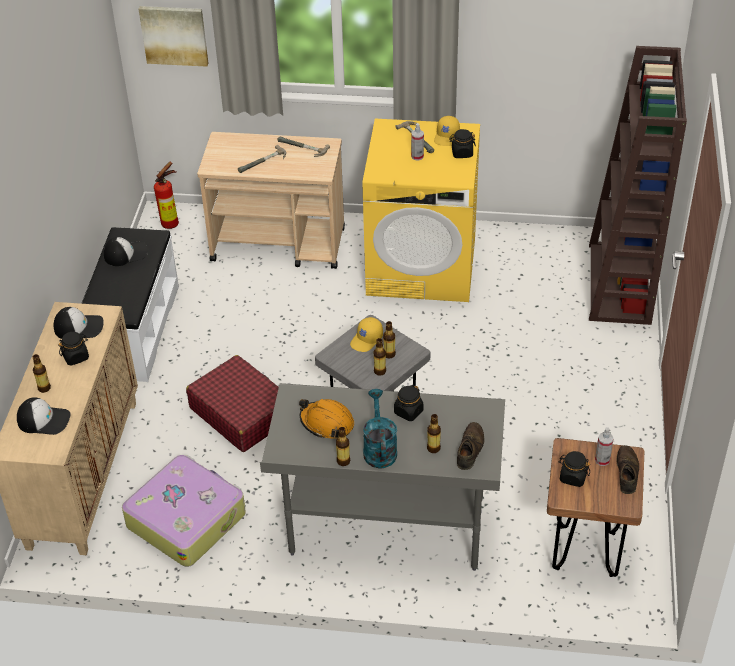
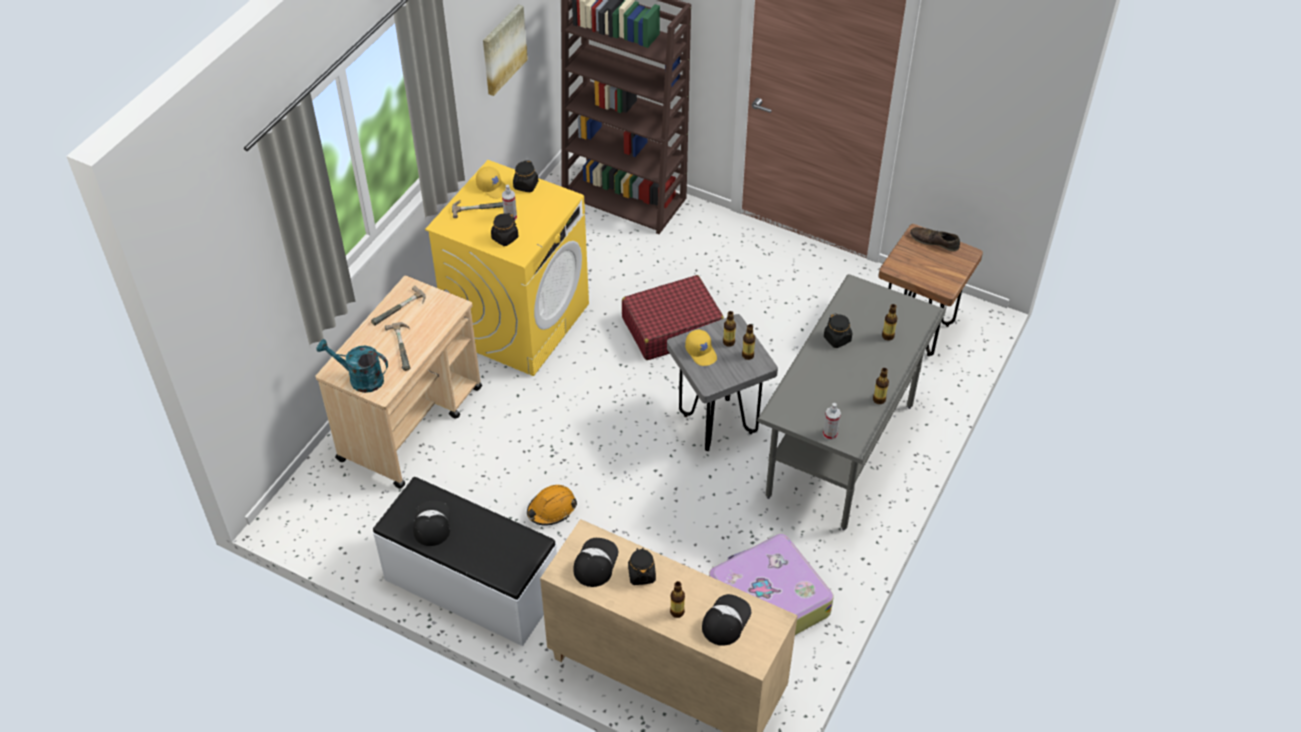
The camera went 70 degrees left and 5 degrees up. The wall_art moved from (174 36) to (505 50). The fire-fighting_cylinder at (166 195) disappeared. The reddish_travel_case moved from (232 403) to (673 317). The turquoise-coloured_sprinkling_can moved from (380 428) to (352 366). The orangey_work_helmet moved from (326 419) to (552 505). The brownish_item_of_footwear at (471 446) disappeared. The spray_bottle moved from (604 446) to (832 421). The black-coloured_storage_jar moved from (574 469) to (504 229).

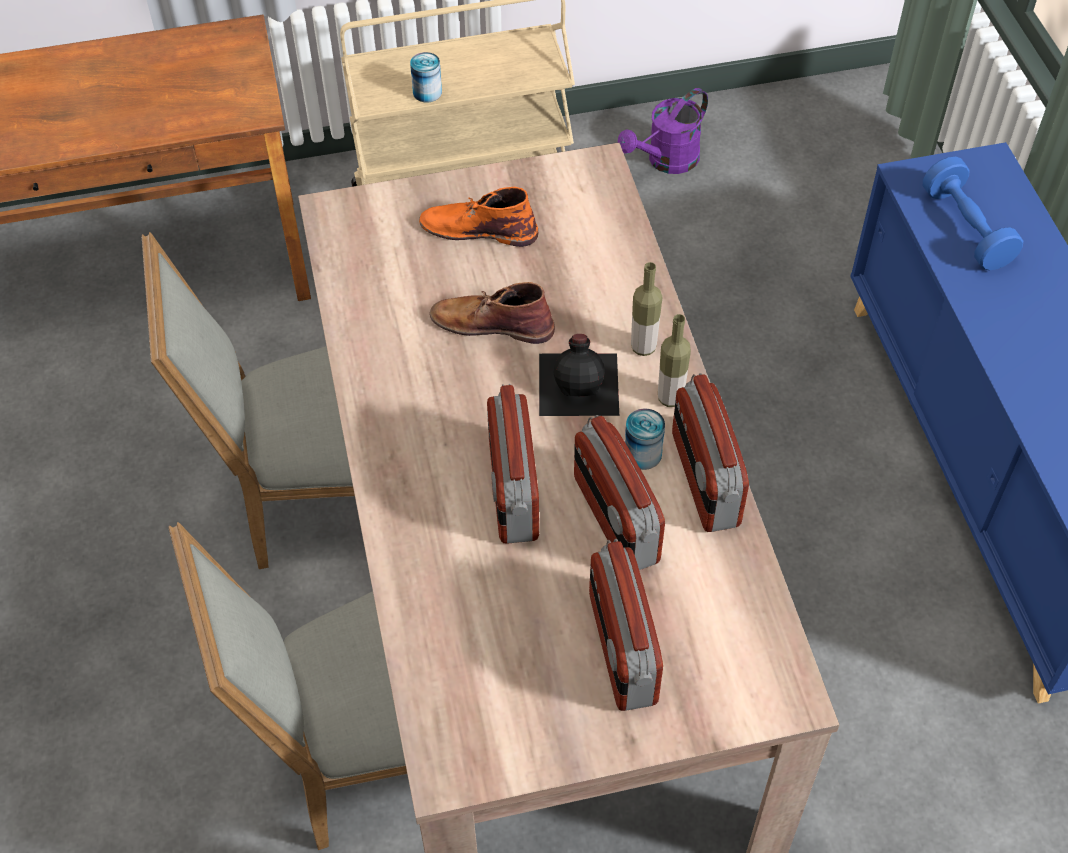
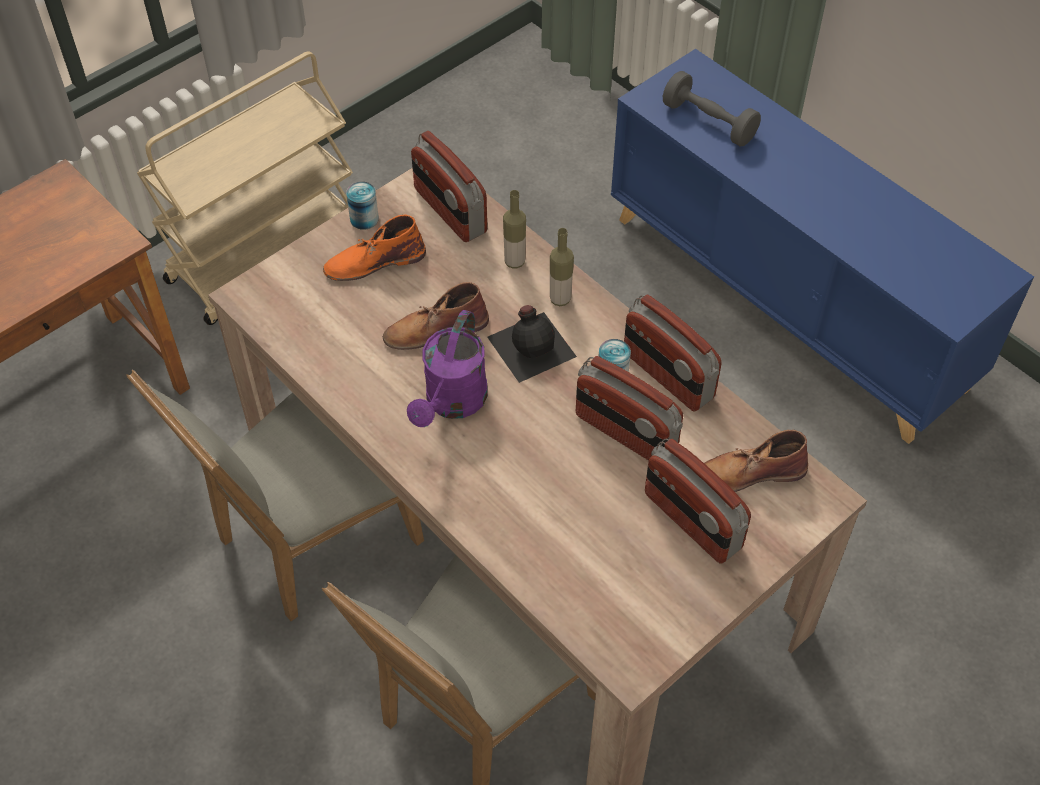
The camera went 30 degrees left and 0 degrees up. The can moved from (426 77) to (362 206). The purple-coloured_sprinkling_can moved from (663 131) to (447 368). The blue_hand_weight at (973 213) became the gray_hand_weight at (712 108). The drink_bottle moved from (674 360) to (514 229). The radio_set moved from (513 464) to (449 186). The brownish_high-top_boot at (756 461) appeared.

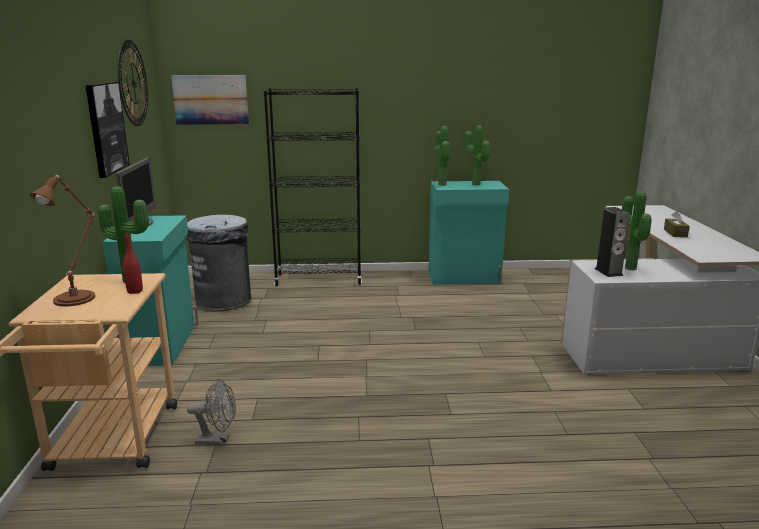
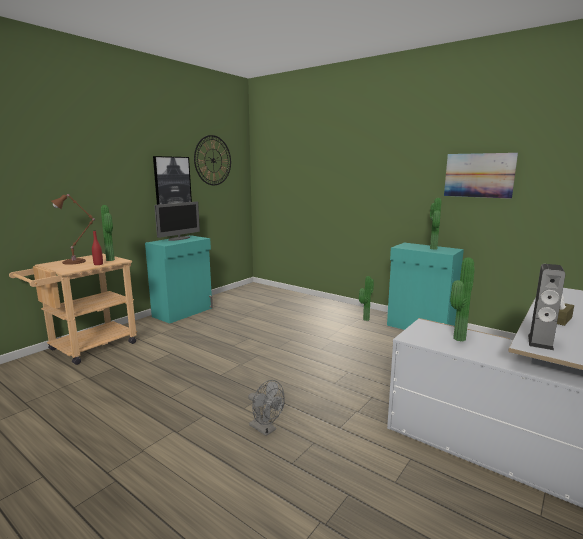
The camera went 40 degrees right and 5 degrees down. The wall_art moved from (210 100) to (481 176). The black-coloured_shelving_unit at (313 187) disappeared. The plant_in_a_pot moved from (442 156) to (366 298). The loudspeaker moved from (612 242) to (546 307). The gray_waste_bin at (219 263) disappeared. The gray_fan moved from (211 412) to (266 408).

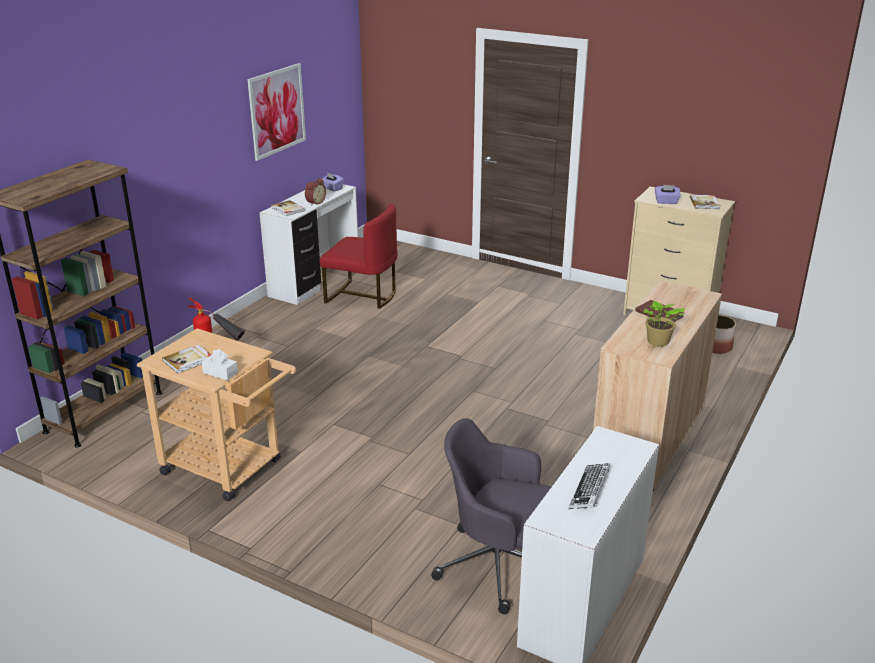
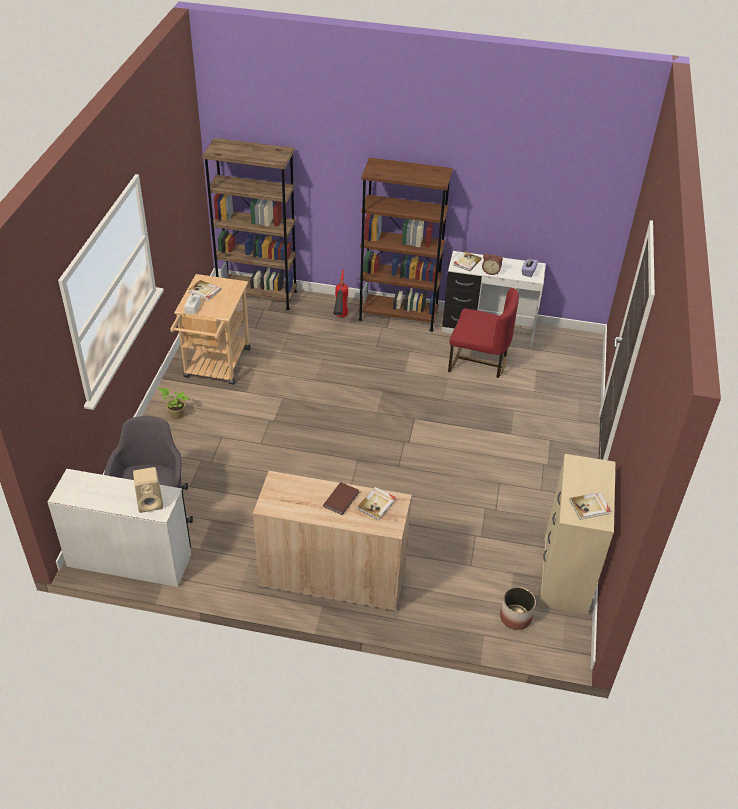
The camera went 70 degrees right and 15 degrees up. The wall_art at (276 112) disappeared. The purple-coloured_box_of_tissues at (668 194) disappeared. The reddish_plain_chair at (358 256) turned 75 degrees counterclockwise. The plant_in_a_pot moved from (664 324) to (173 403). The computer_keyboard at (589 486) disappeared. The brownish_shelving_unit at (405 245) appeared. The sand-coloured_loudspeaker at (148 490) appeared. The bound_book at (376 503) appeared.

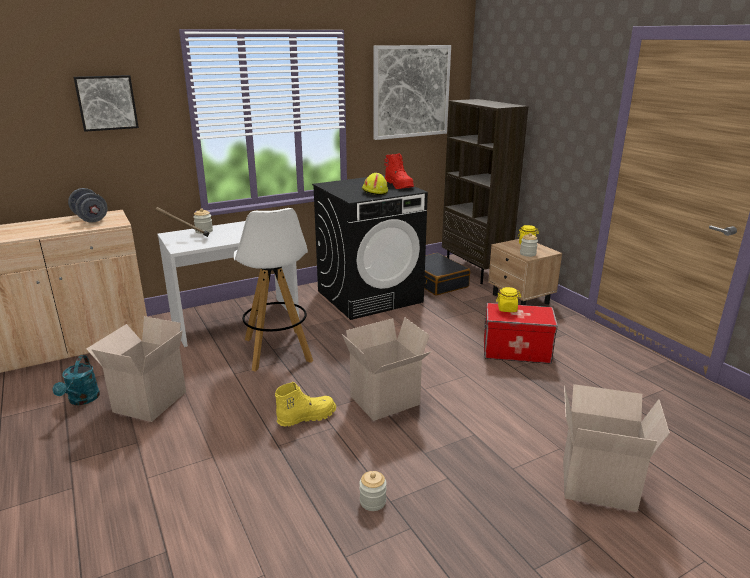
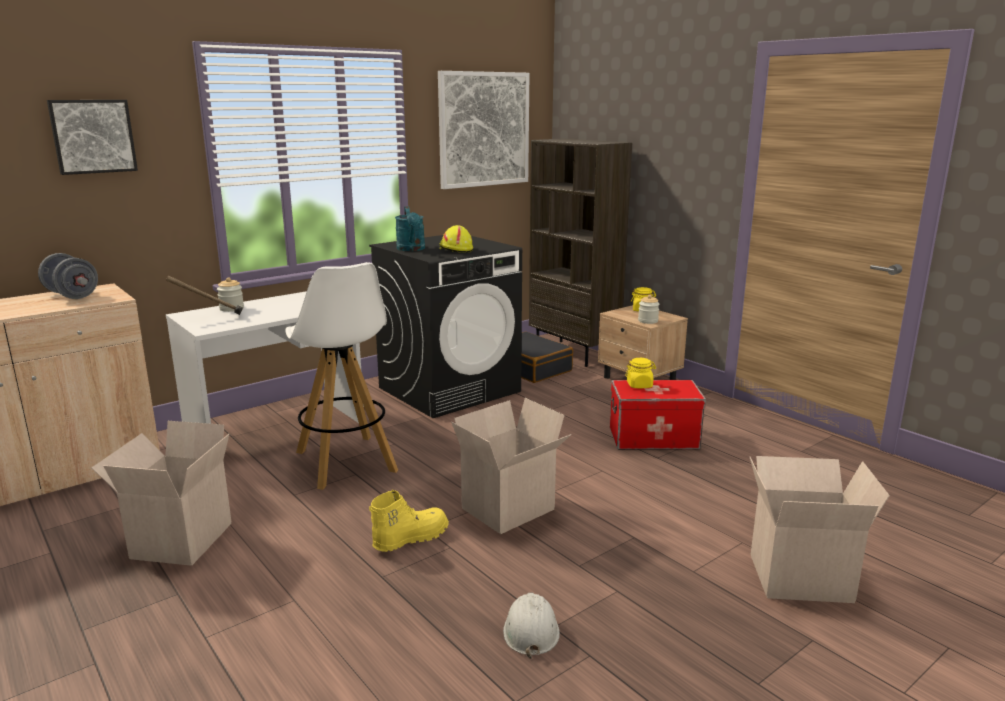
The camera went 10 degrees left and 5 degrees down. The reddish_high-top_boot at (399 171) disappeared. The turquoise-coloured_sprinkling_can moved from (76 380) to (410 228). The storage_jar at (373 491) was replaced by the whitish_work_helmet at (531 625).

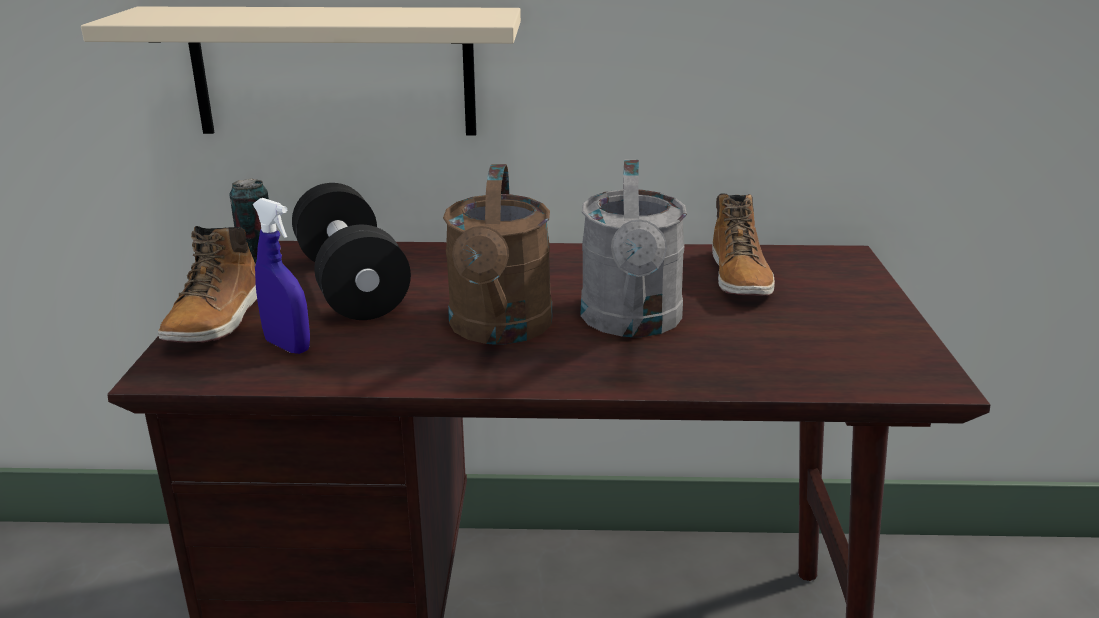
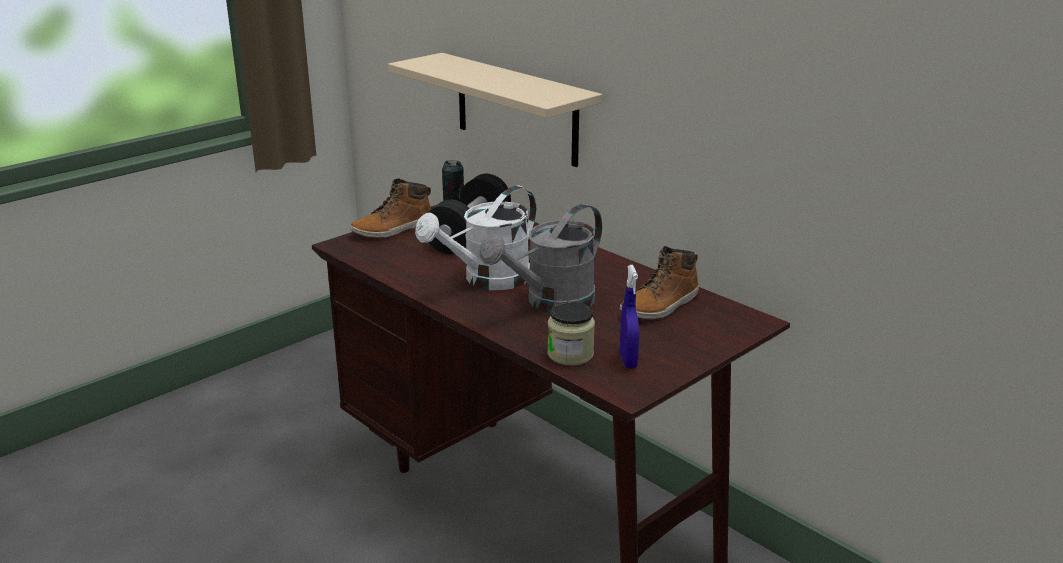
The camera went 45 degrees right and 0 degrees up. The brownish_sprinkling_can at (497 254) became the whitish_sprinkling_can at (475 238). The blue_spray_bottle moved from (281 276) to (629 317). The storage_jar at (571 333) appeared.

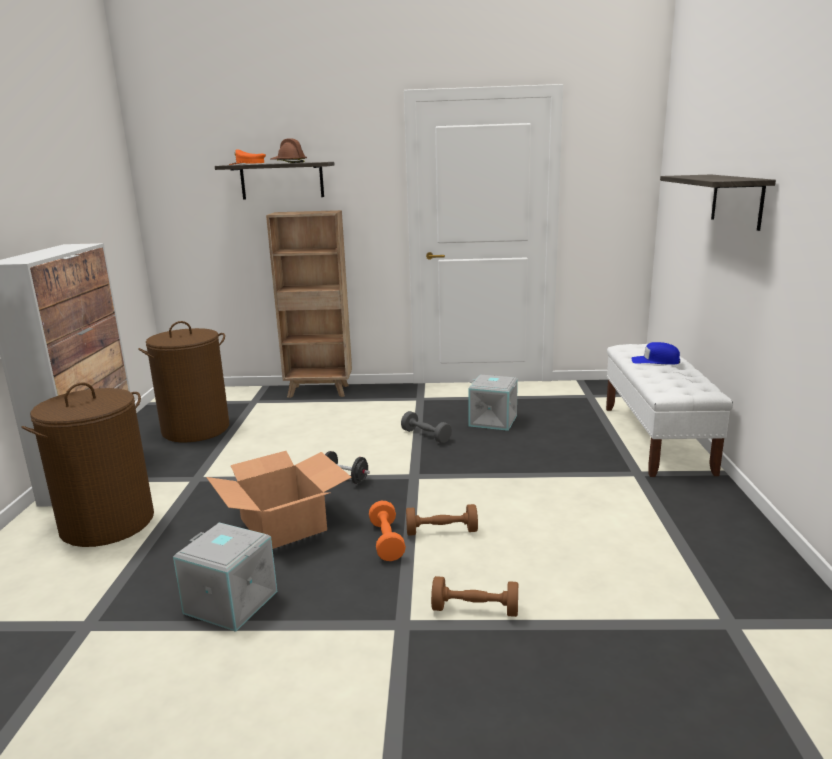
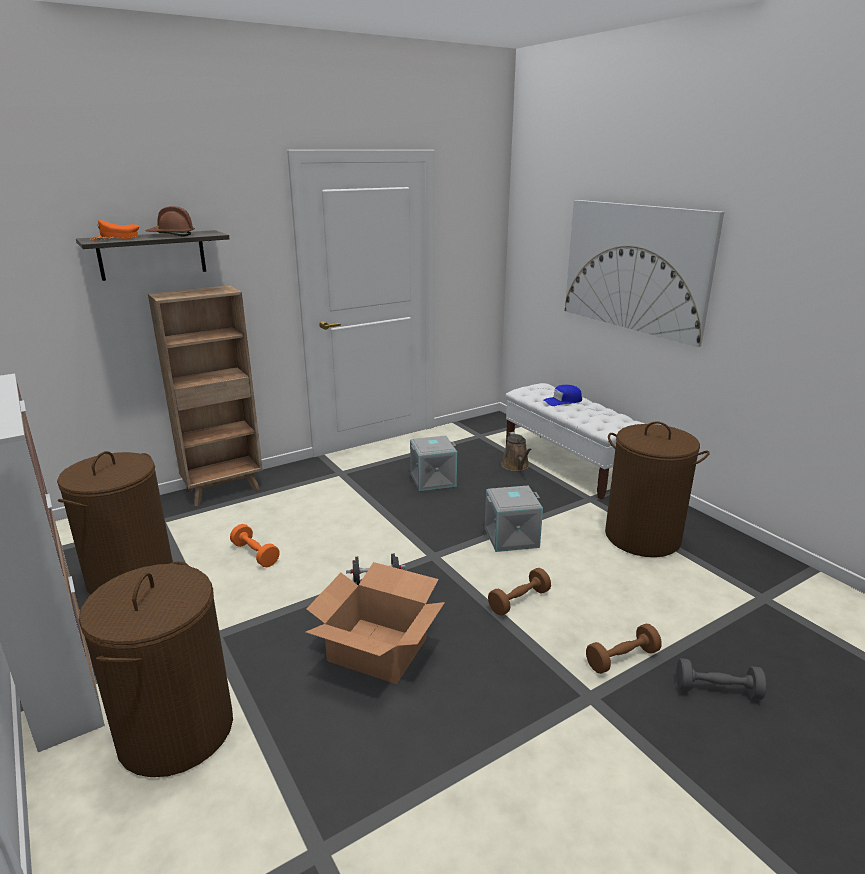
The camera went 35 degrees left and 5 degrees up. The shelf at (718 202) was replaced by the wall_art at (644 273). The gray_hand_weight moved from (426 427) to (721 679). The orangey_hand_weight moved from (387 531) to (255 545). The gray_storage_container moved from (225 577) to (514 519). The brownish_washing_basket at (657 489) appeared. The brownish_sprinkling_can at (516 451) appeared.

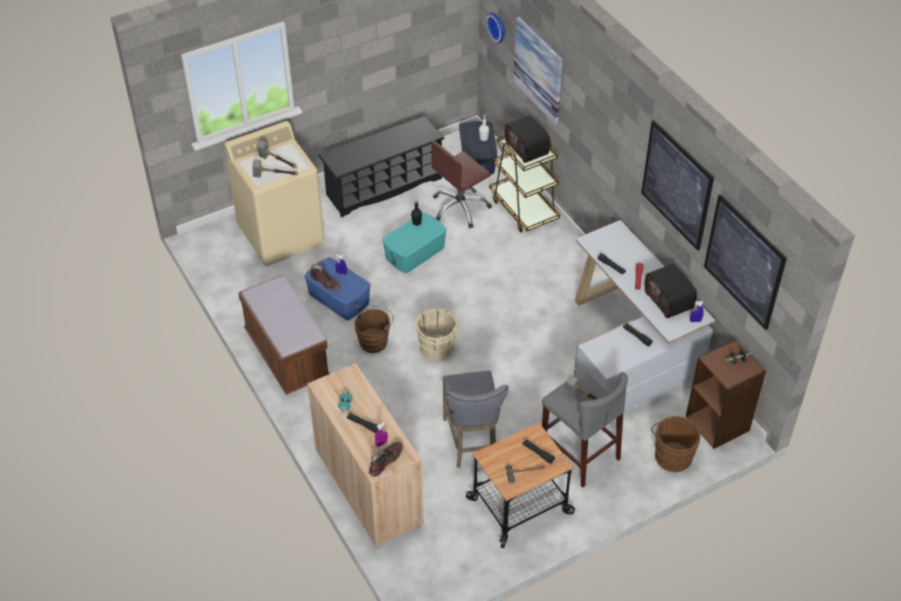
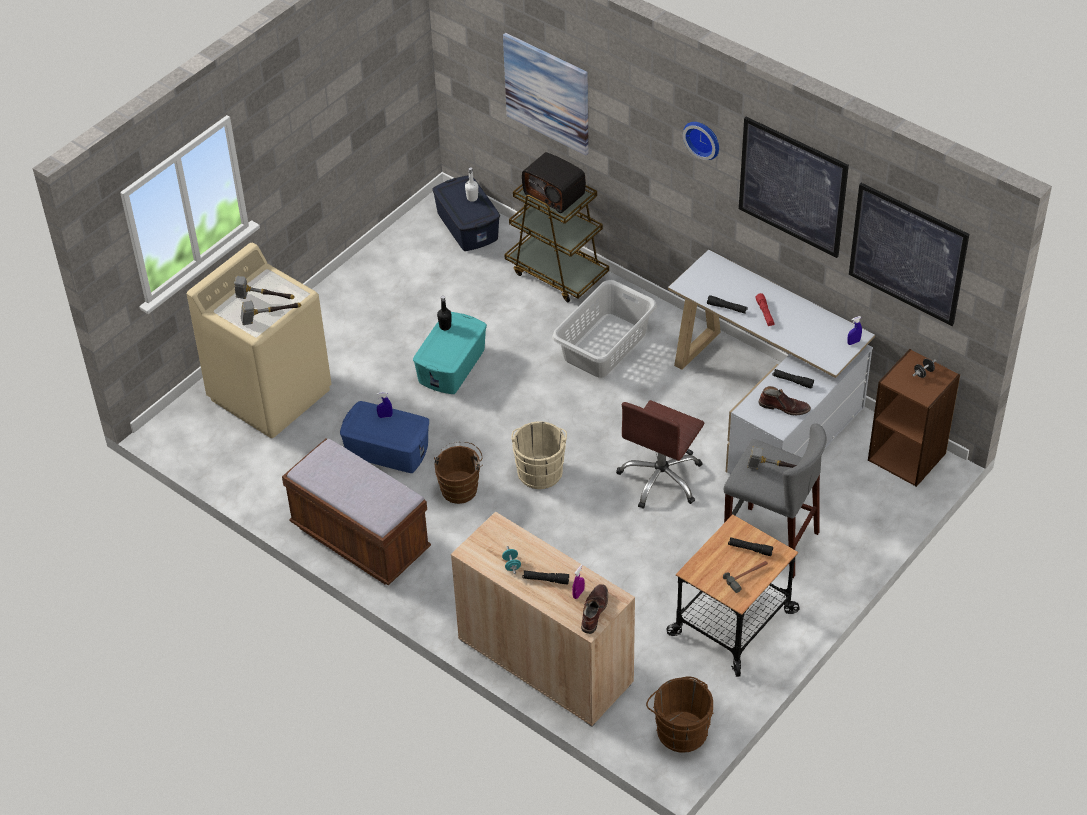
The camera went 20 degrees left and 0 degrees up. The hanging_clock moved from (495 28) to (701 141). The black-coloured_shoe_shelf at (381 166) disappeared. The brownish_desk_chair moved from (461 184) to (660 454). The brownish_high-top_boot moved from (325 277) to (784 400). The radio_set at (671 291) disappeared. The gray_stool at (475 419) disappeared. The brownish_pail moved from (676 444) to (679 715). The gray_washing_basket at (604 329) appeared.

